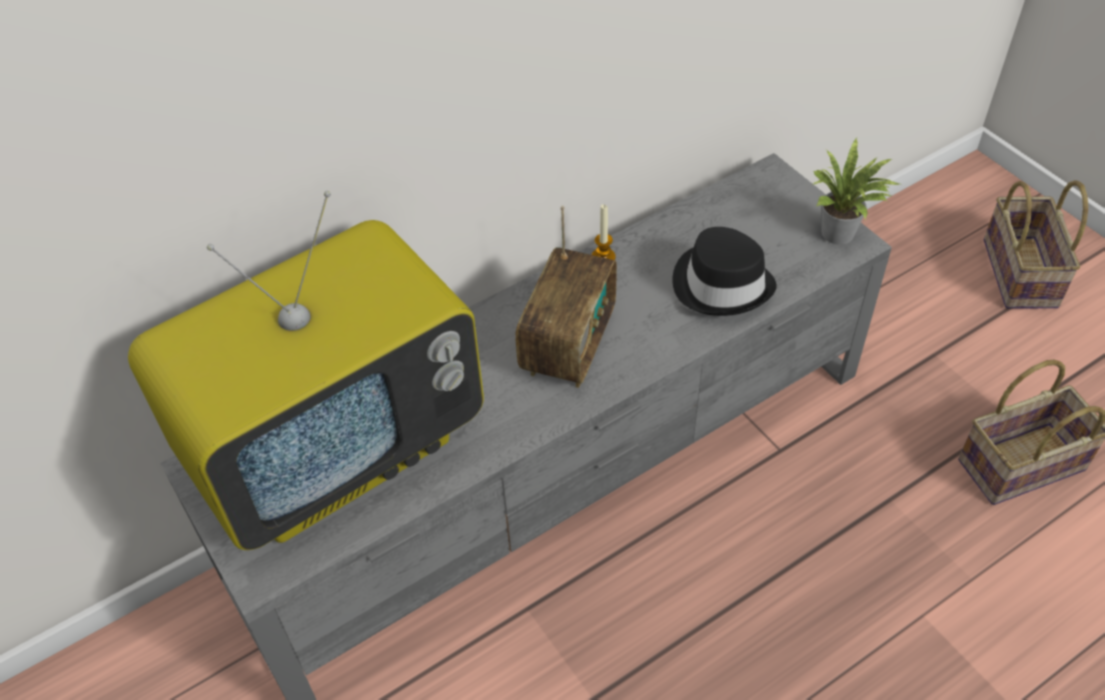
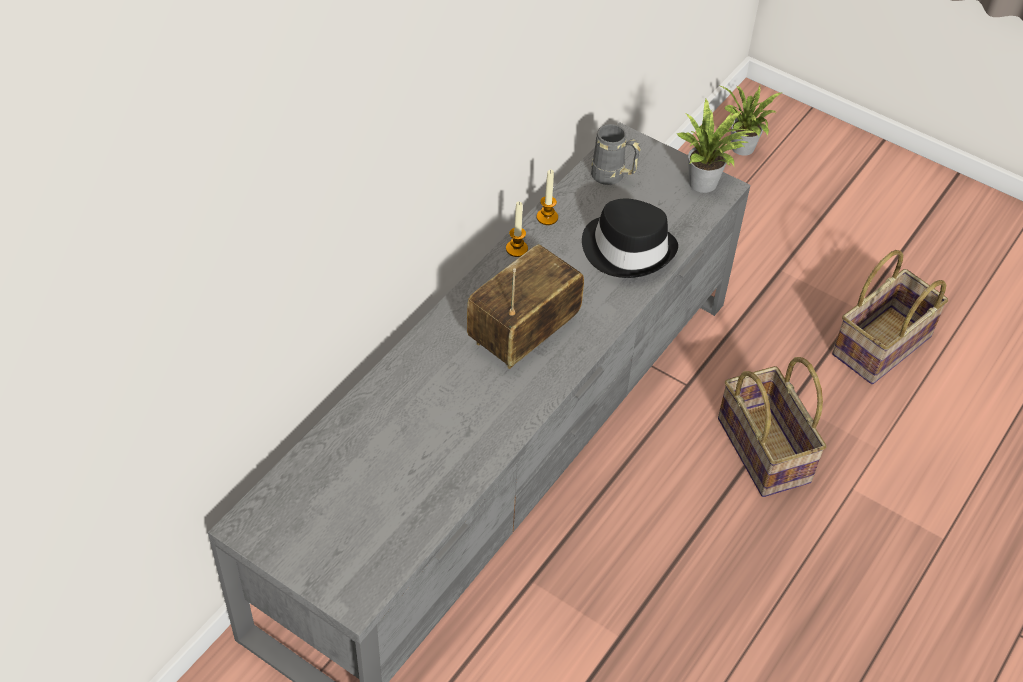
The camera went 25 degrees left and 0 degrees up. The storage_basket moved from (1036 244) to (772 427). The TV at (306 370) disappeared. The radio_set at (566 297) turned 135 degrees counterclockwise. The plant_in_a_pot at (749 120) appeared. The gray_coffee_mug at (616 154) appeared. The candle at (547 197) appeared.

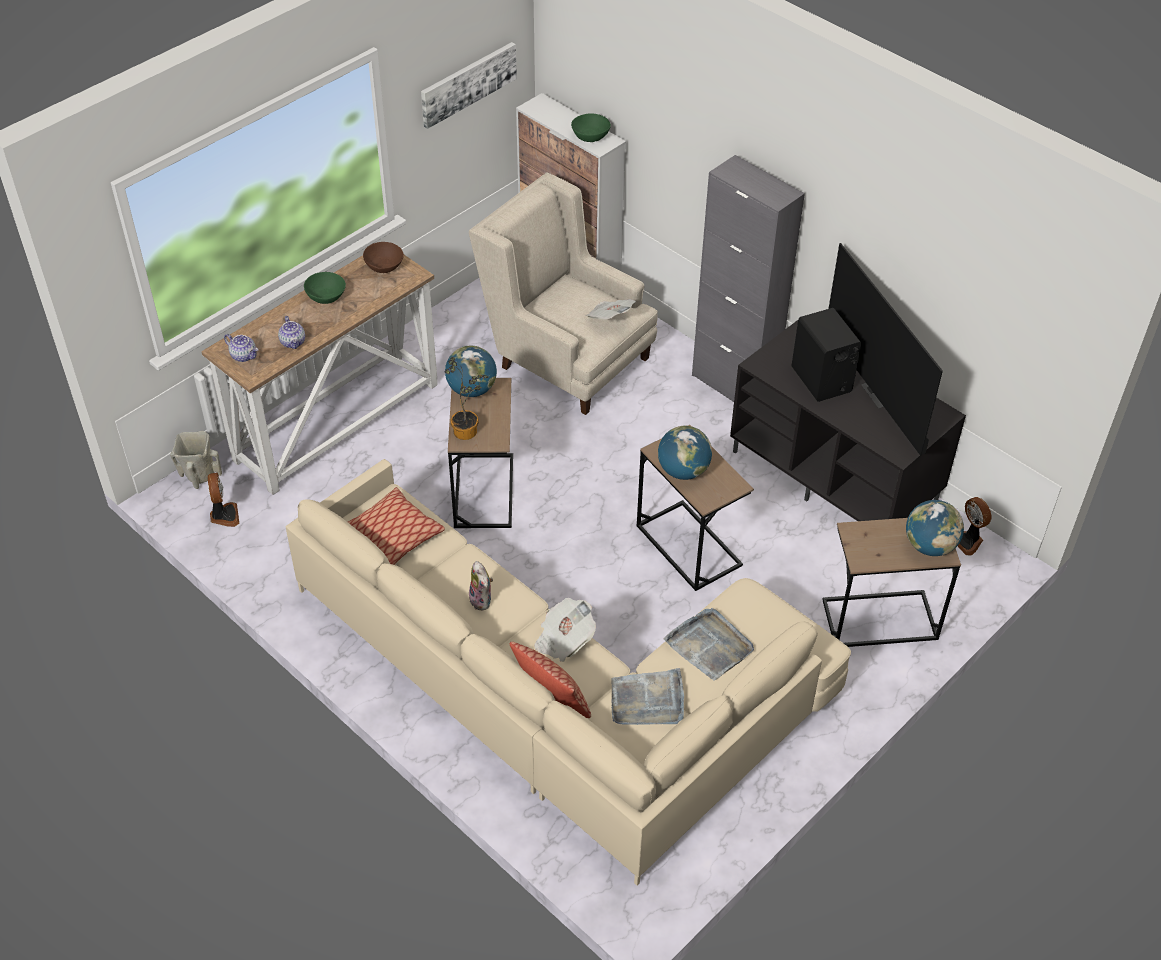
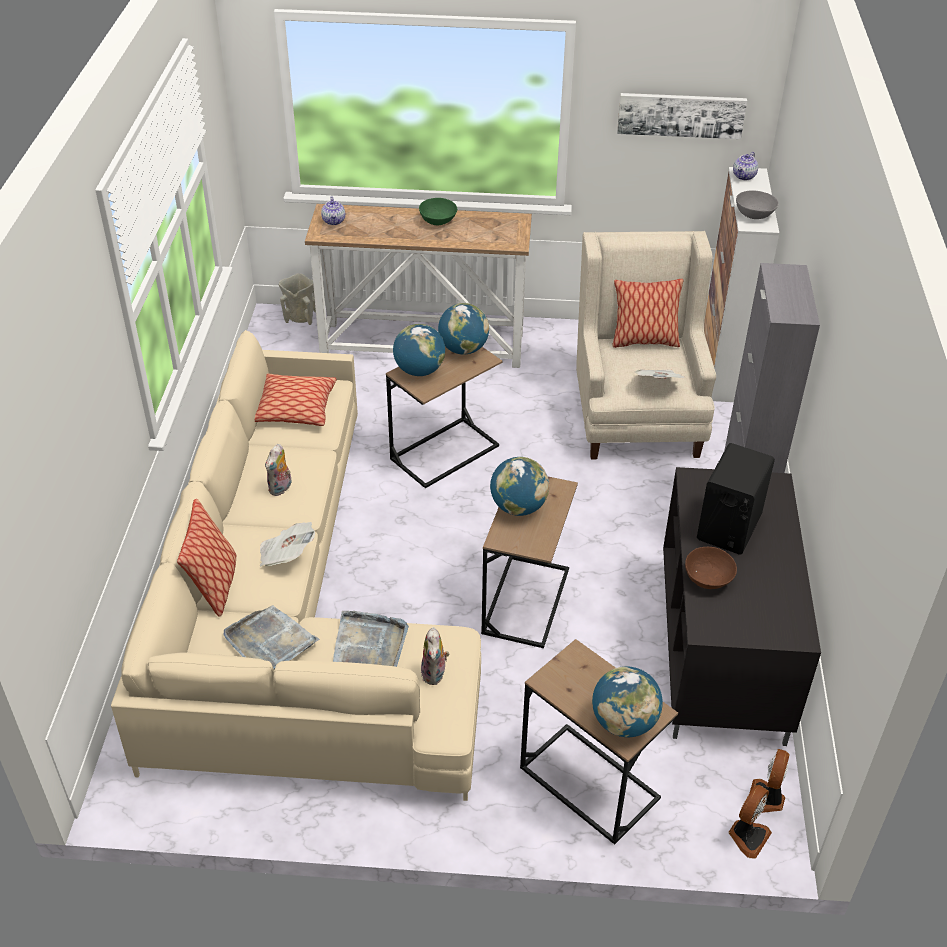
The camera went 50 degrees right and 5 degrees down. The green_deep_dish at (591 127) became the gray_deep_dish at (757 204). The brownish_deep_dish moved from (383 257) to (711 568). The TV at (886 349) disappeared. The teapot moved from (291 332) to (745 166). The plant_in_a_pot at (466 398) was replaced by the world_globe at (419 350). The fan moved from (224 500) to (750 822). The pillow at (647 313) appeared. The soft_toy at (435 656) appeared.

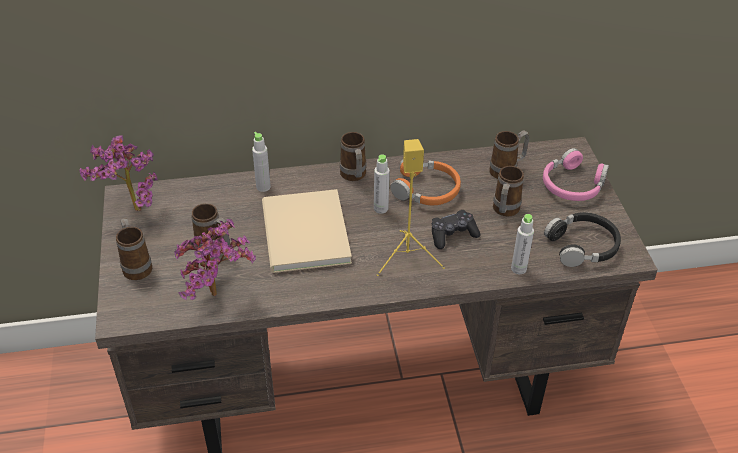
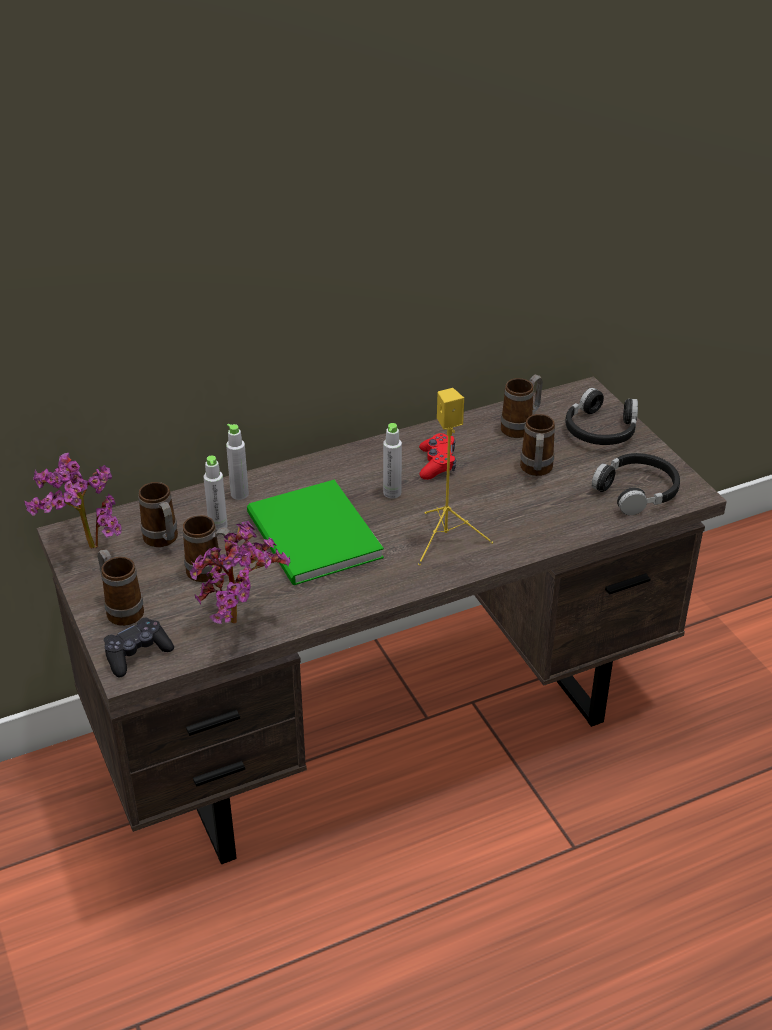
The camera went 15 degrees left and 5 degrees down. The coffee_mug moved from (353 156) to (158 514). The pink_pair_of_headphones at (576 174) became the black-coloured_pair_of_headphones at (602 416). The orangey_pair_of_headphones at (426 182) was replaced by the reddish_game_controller at (437 456). The sand-coloured_bound_book at (307 231) became the green_bound_book at (315 533). The black-coloured_game_controller moved from (456 229) to (139 647). The gray_drink_bottle moved from (522 244) to (216 494).

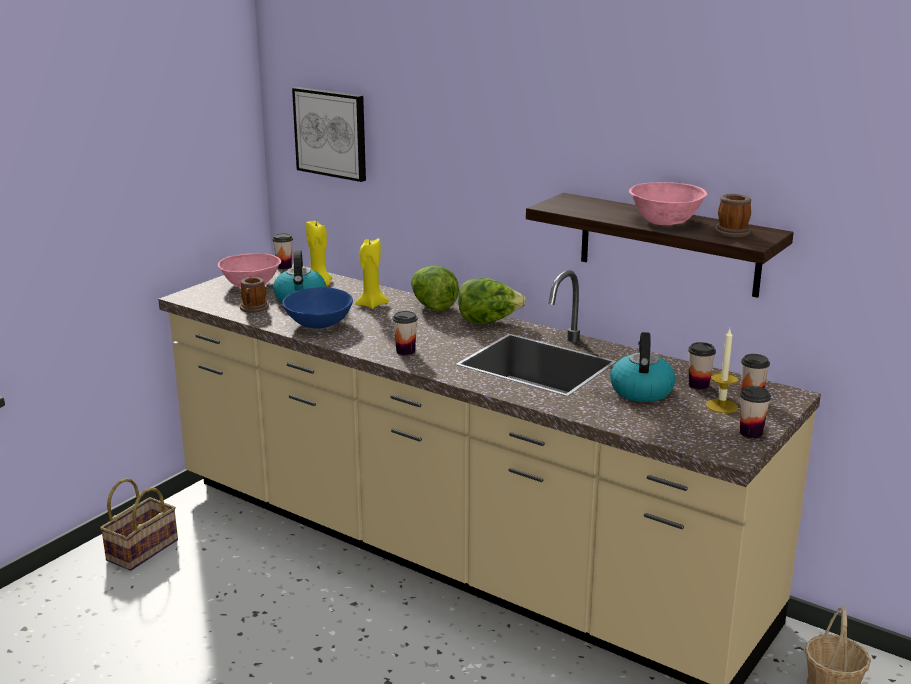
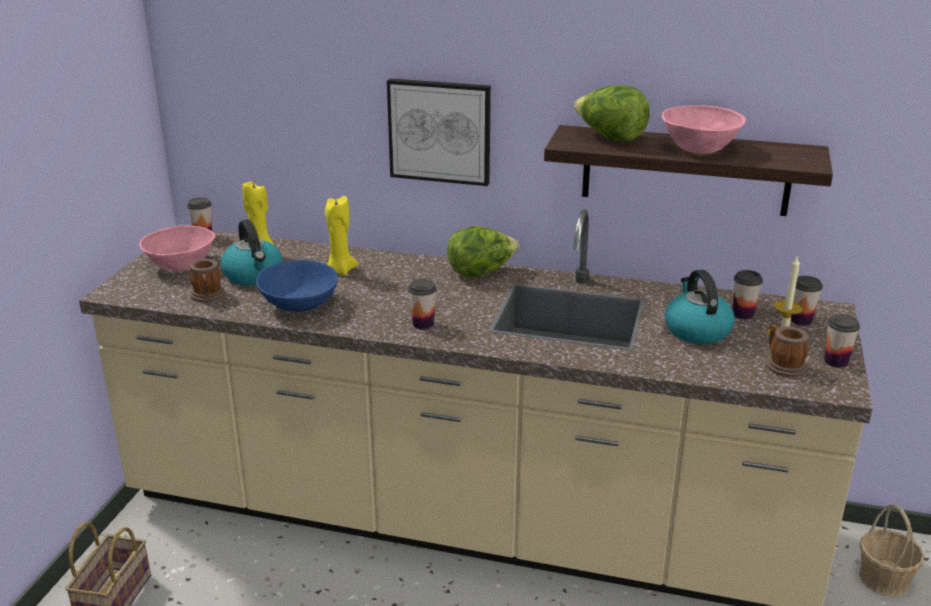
The camera went 20 degrees left and 5 degrees up. The wall_art moved from (329 134) to (439 132). The coffee_mug moved from (733 215) to (788 350). The head_of_lettuce moved from (435 288) to (612 113).

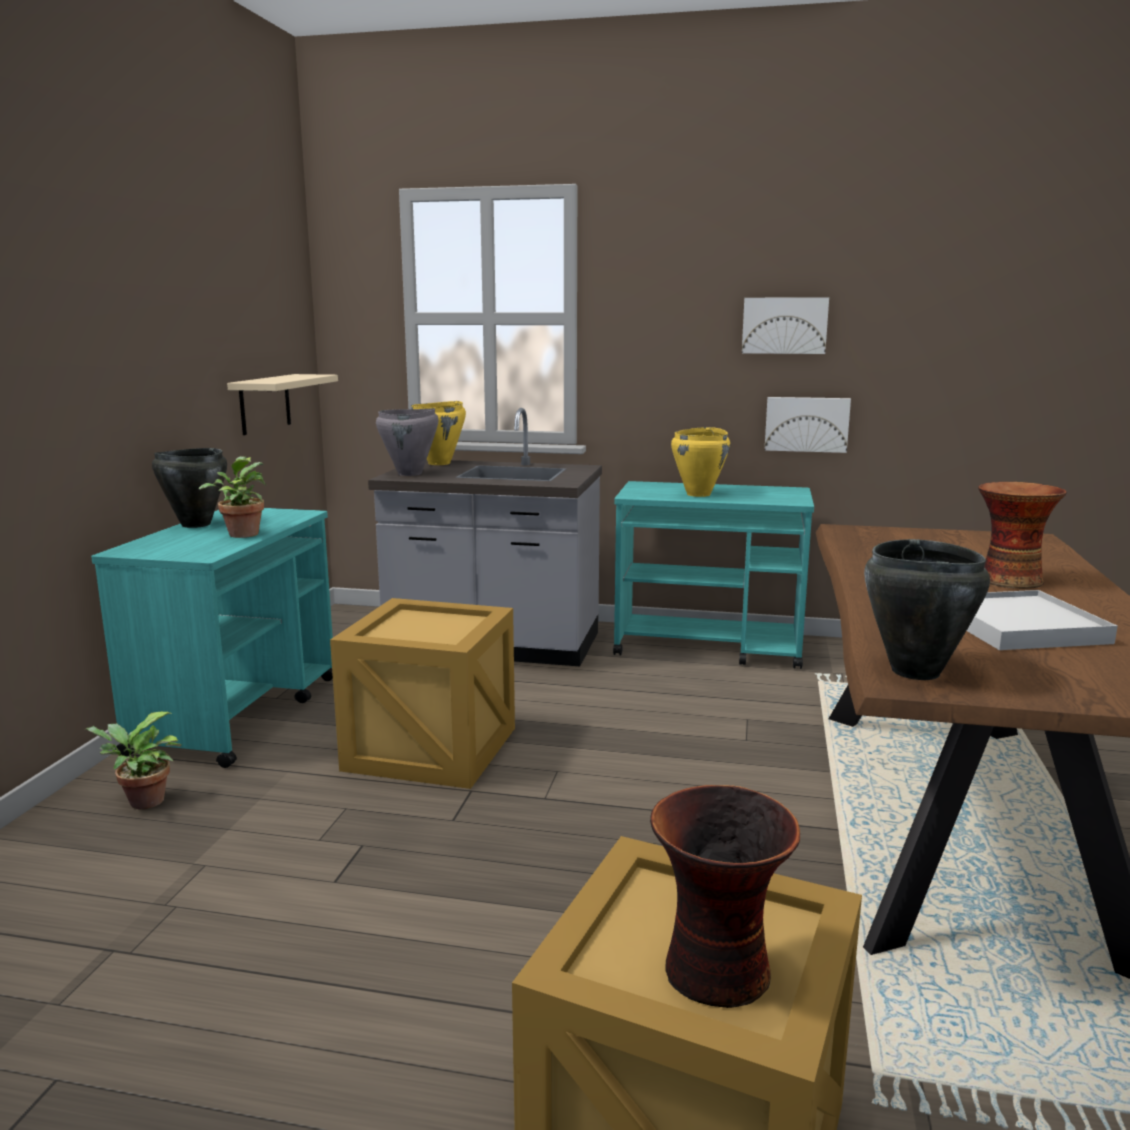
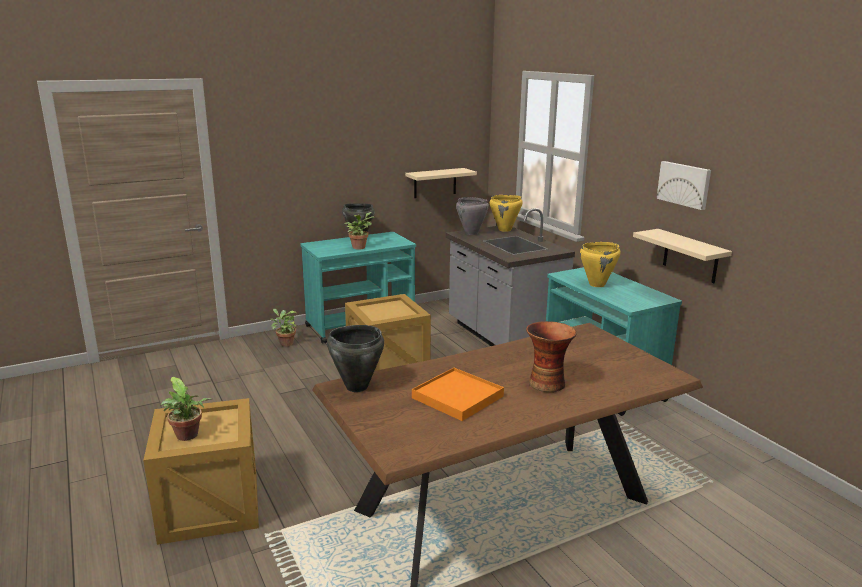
The camera went 50 degrees right and 5 degrees up. The wall_art at (808 425) was replaced by the sand-coloured_shelf at (682 256). The whitish_serving_tray at (1042 620) became the orangey_serving_tray at (458 394). The vase at (725 896) was replaced by the plant_in_a_pot at (186 409).

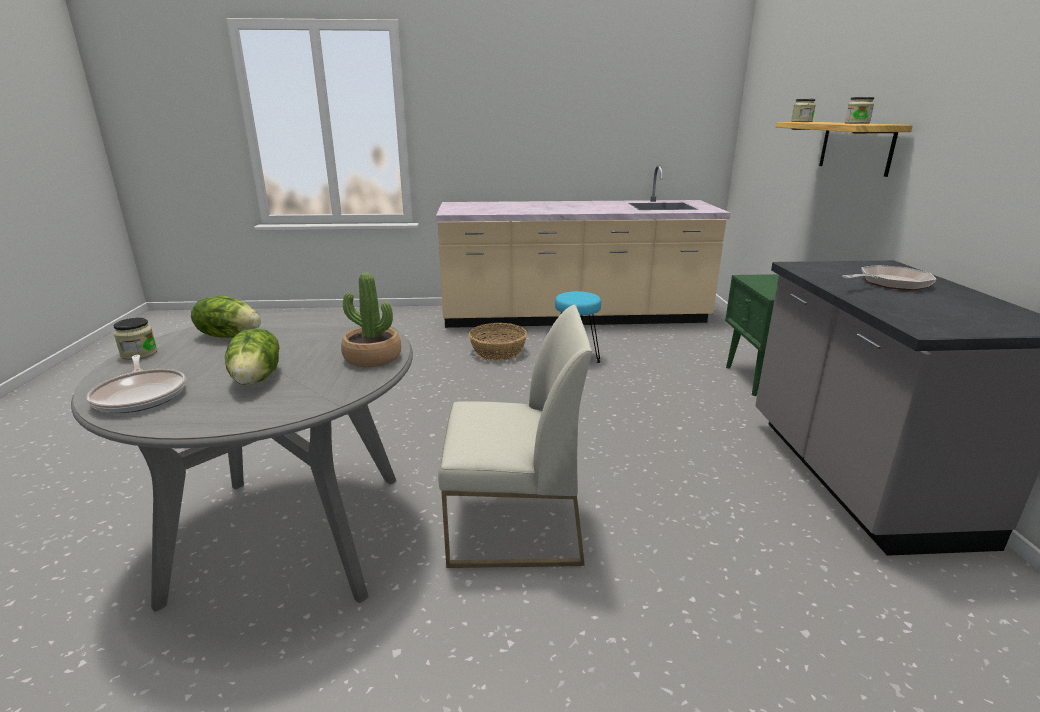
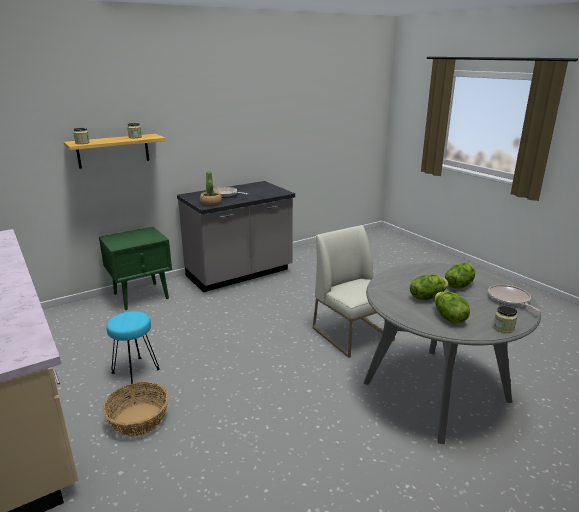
The camera went 120 degrees left and 0 degrees up. The plant_in_a_pot moved from (371 320) to (211 188). The pan at (136 384) turned 45 degrees counterclockwise. The head_of_lettuce at (429 287) appeared.

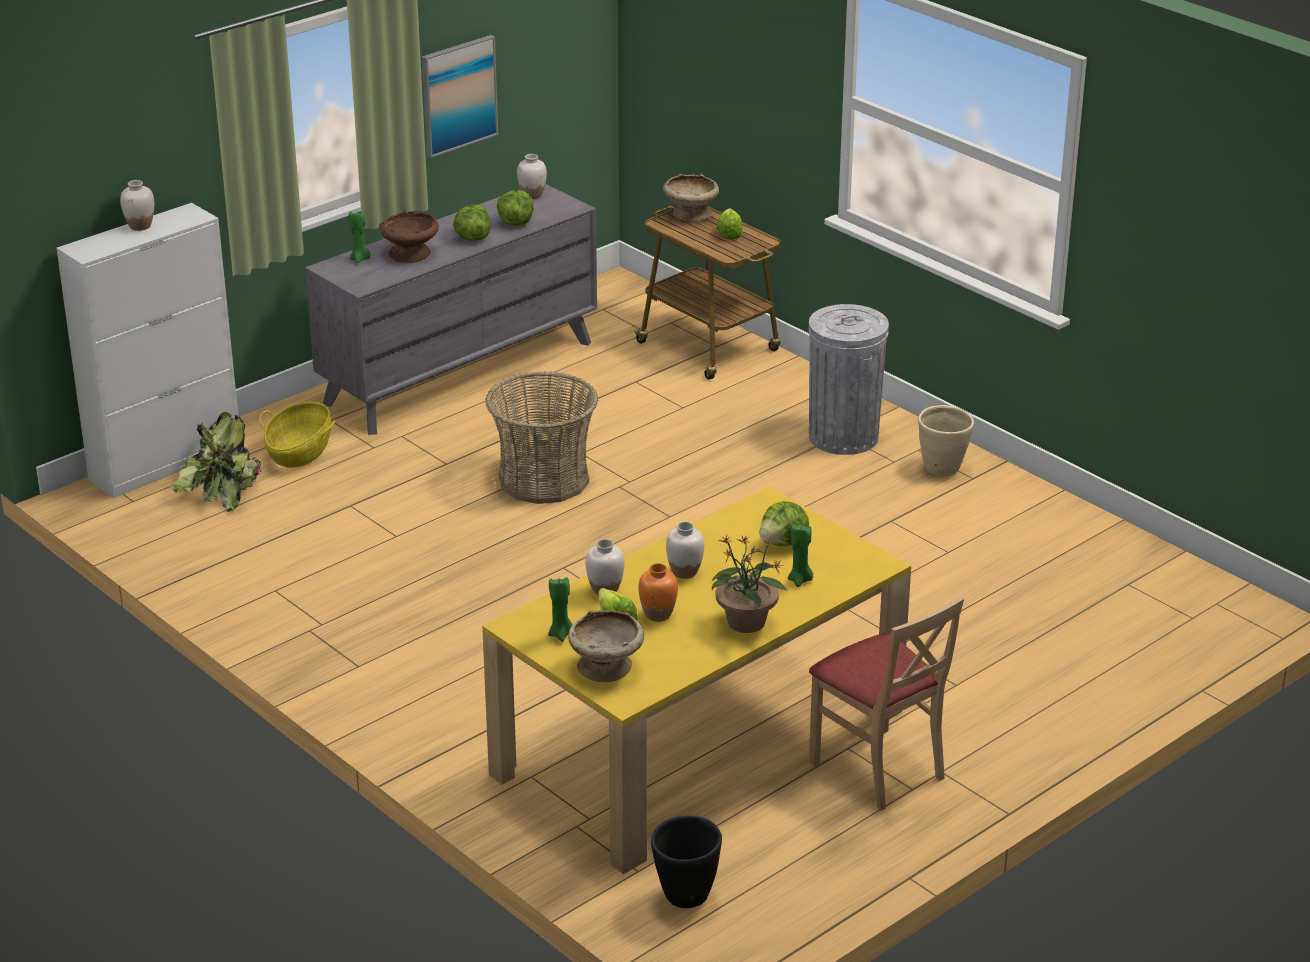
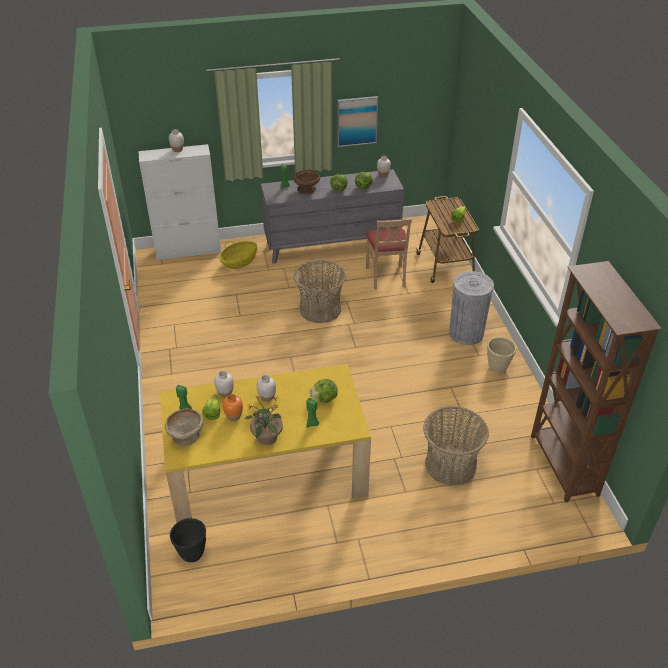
The camera went 30 degrees right and 10 degrees up. The sand-coloured_deep_dish at (691 198) disappeared. The plant_in_a_pot at (216 461) disappeared. The sand-coloured_plain_chair moved from (886 704) to (389 254). The brownish_shelving_unit at (596 382) appeared. The storage_basket at (456 446) appeared.

